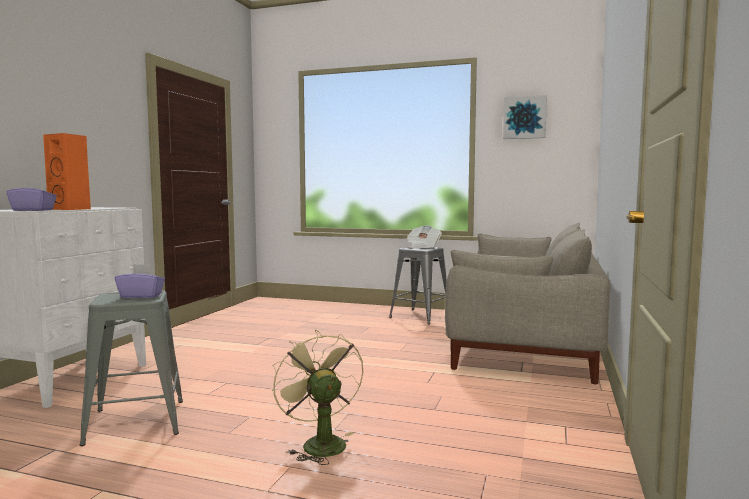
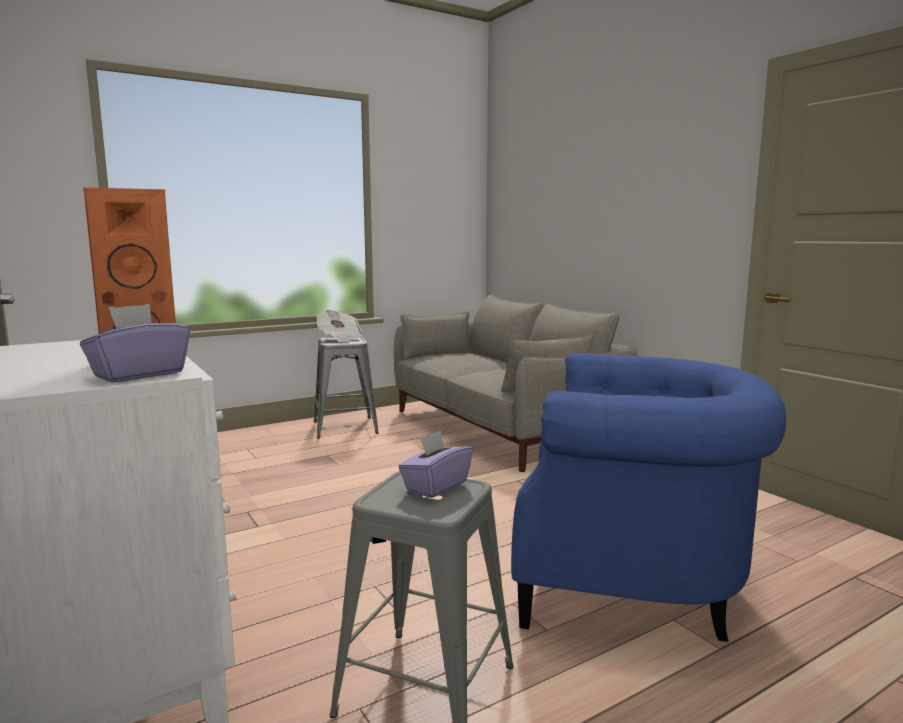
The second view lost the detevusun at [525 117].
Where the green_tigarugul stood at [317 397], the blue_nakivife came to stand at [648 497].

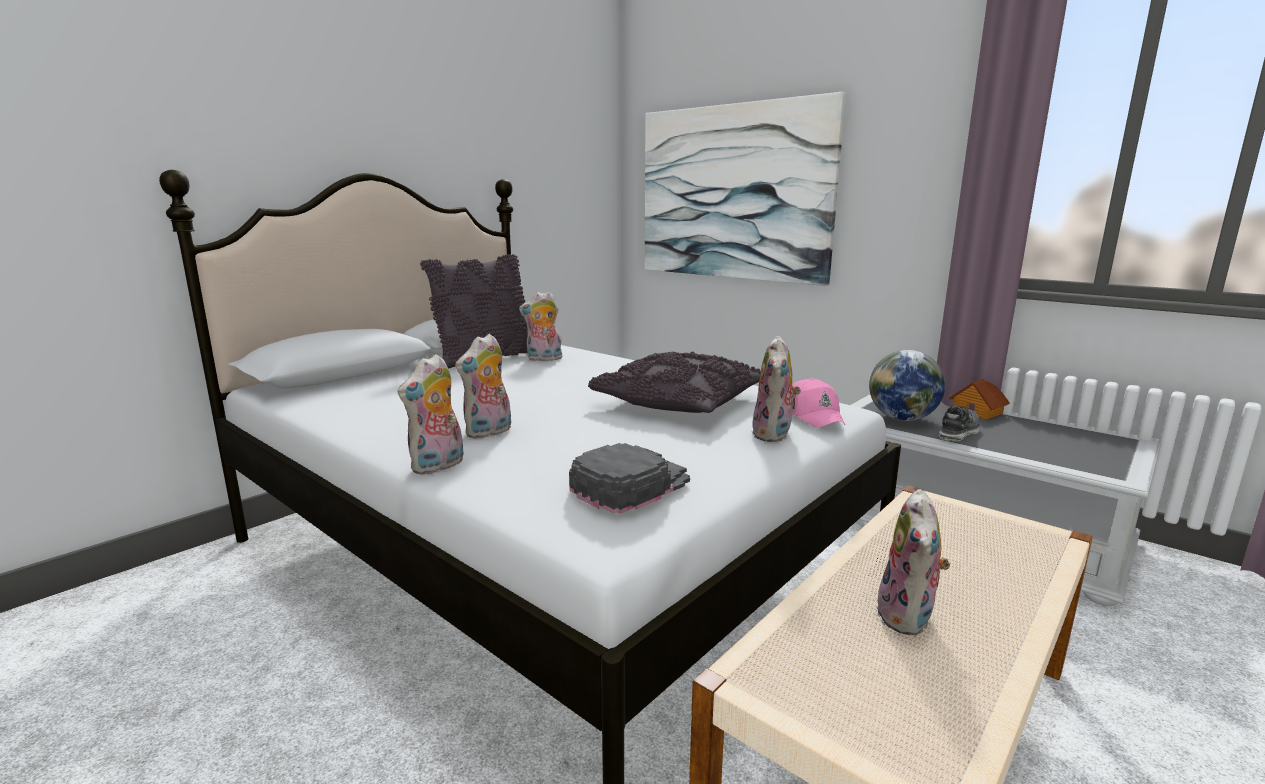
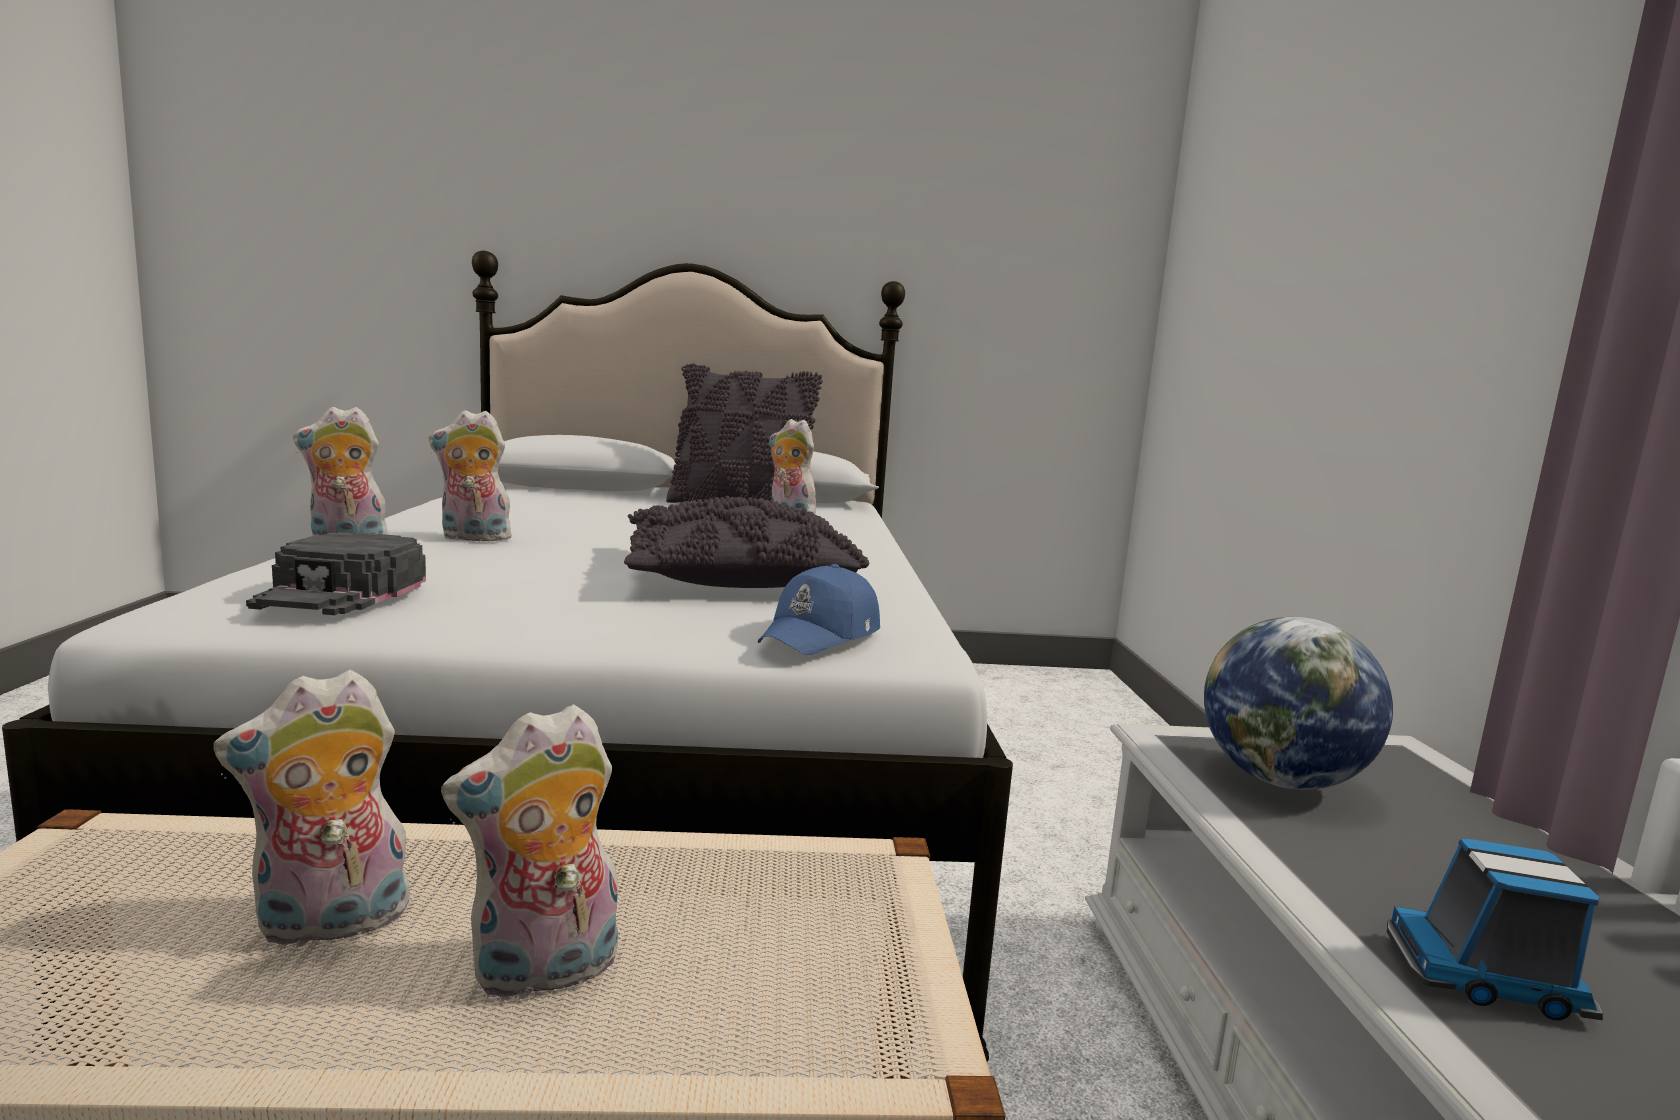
The second view lost the detevusun at [745 189].
The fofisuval ended up elsewhere, having gone from [776 388] to [529 853].
What was the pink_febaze at [818 403] turned into the blue_febaze at [819 609].
The second view lost the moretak at [979 399].
The second view lost the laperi at [959 424].
The black_febaze at [629 478] ended up facing another way, 90 degrees clockwise from before.
The second view gained the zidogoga at [1495 929].

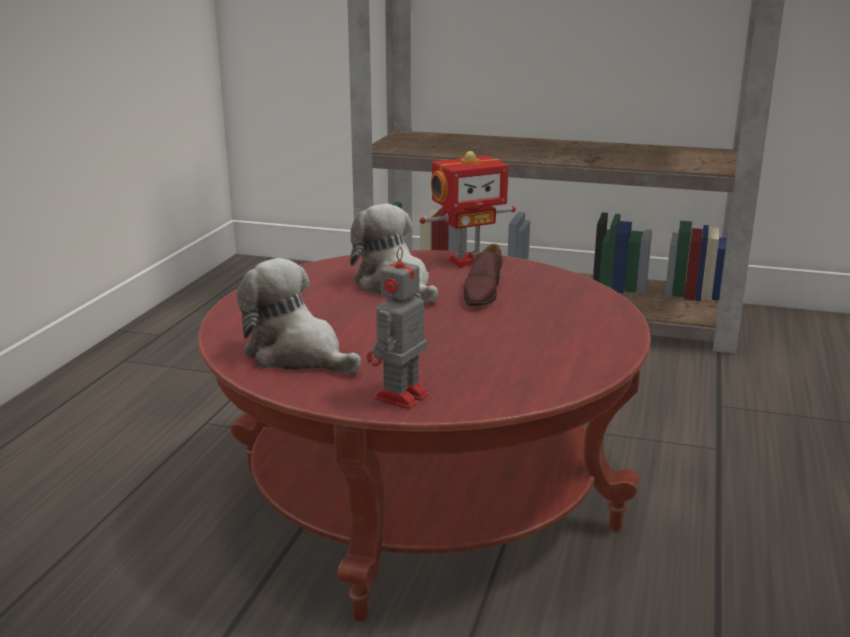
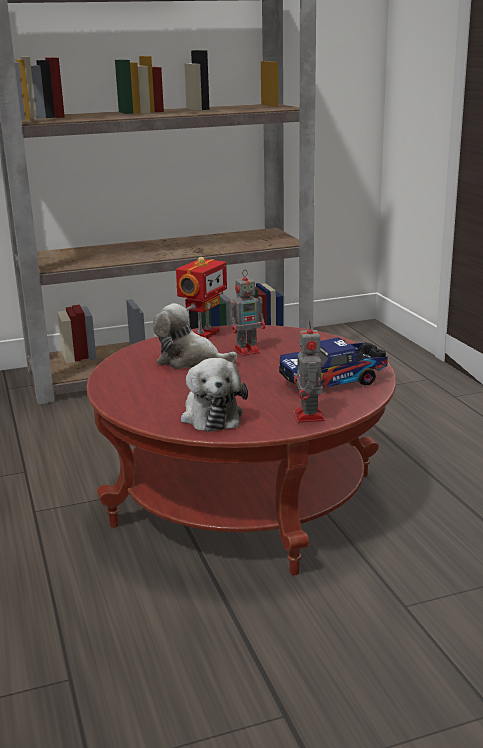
Where the brown_laperi stood at [483 275], the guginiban came to stand at [247 313].
The fofisuval at [298 316] ended up facing another way, 105 degrees counterclockwise from before.
The second view gained the zidogoga at [333 362].

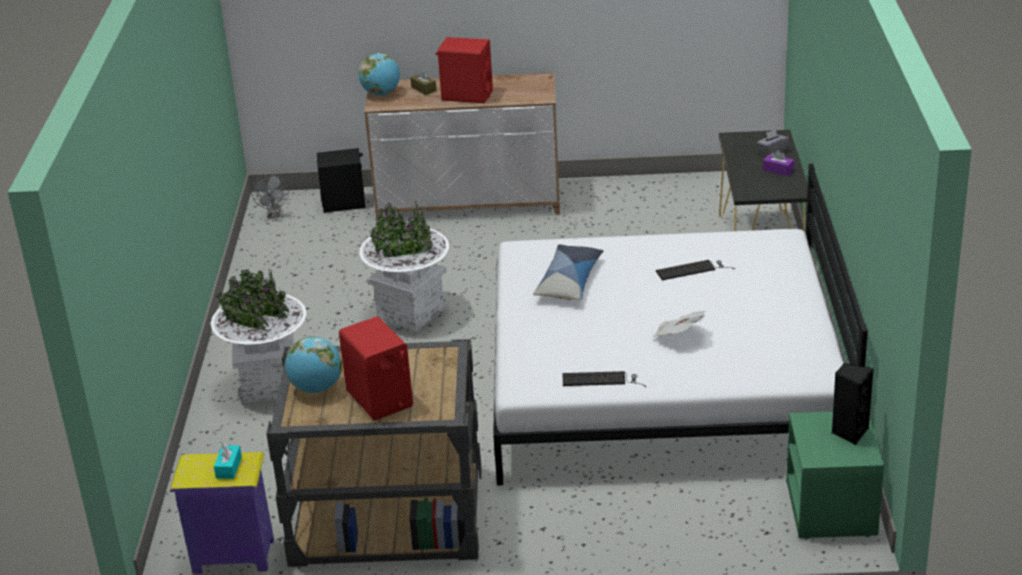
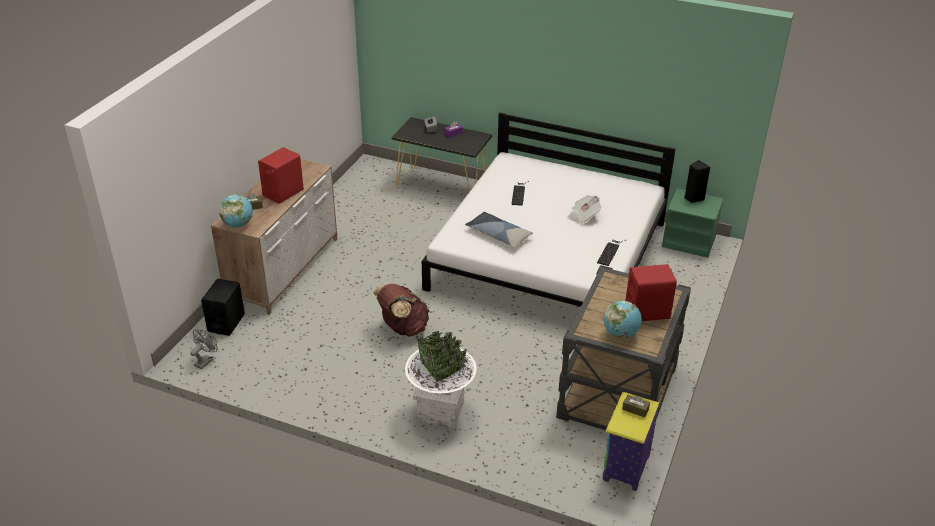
The grey_tigarugul at [270 196] ended up facing another way, 75 degrees counterclockwise from before.
Where the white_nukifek stood at [404 266], the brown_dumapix came to stand at [401 309].
What was the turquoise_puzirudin at [228 461] turned into the brown_puzirudin at [636 406].

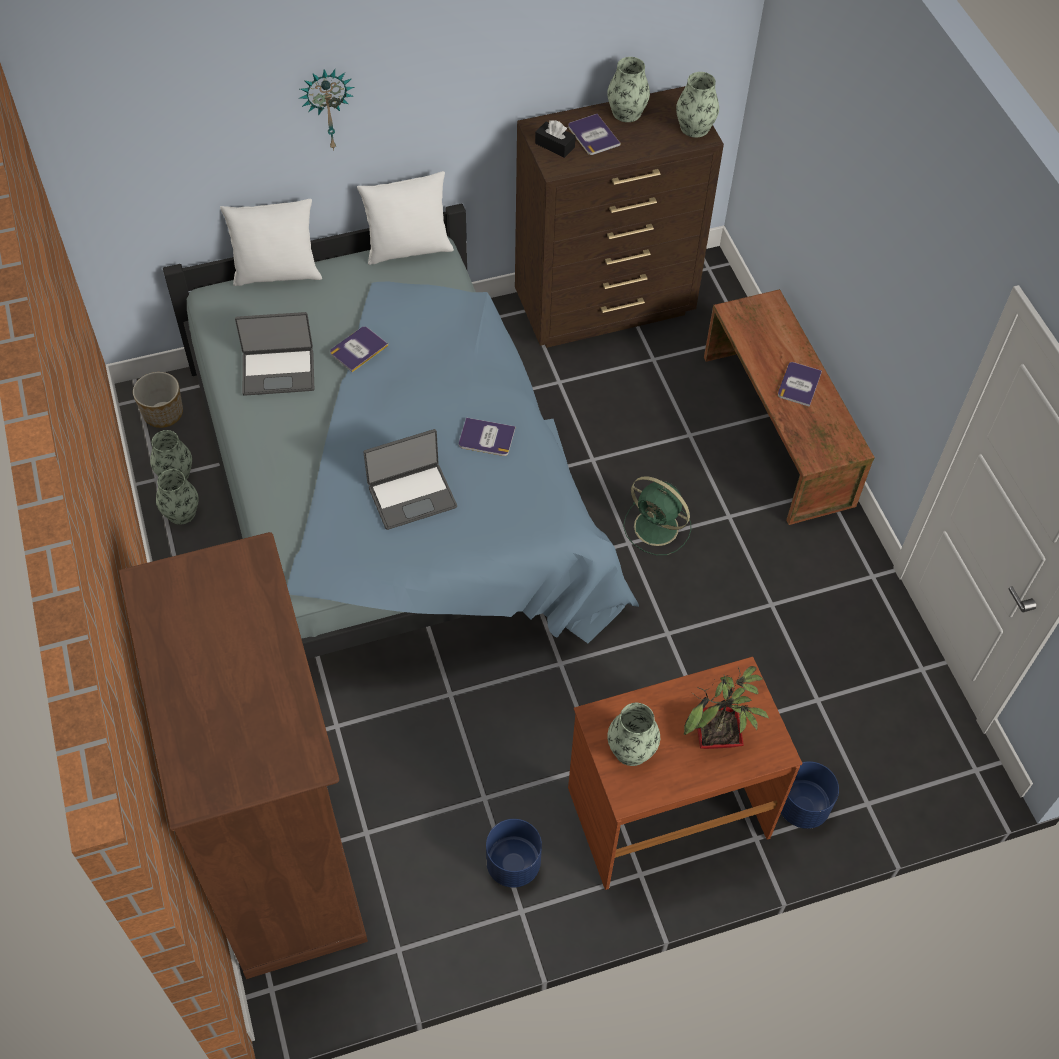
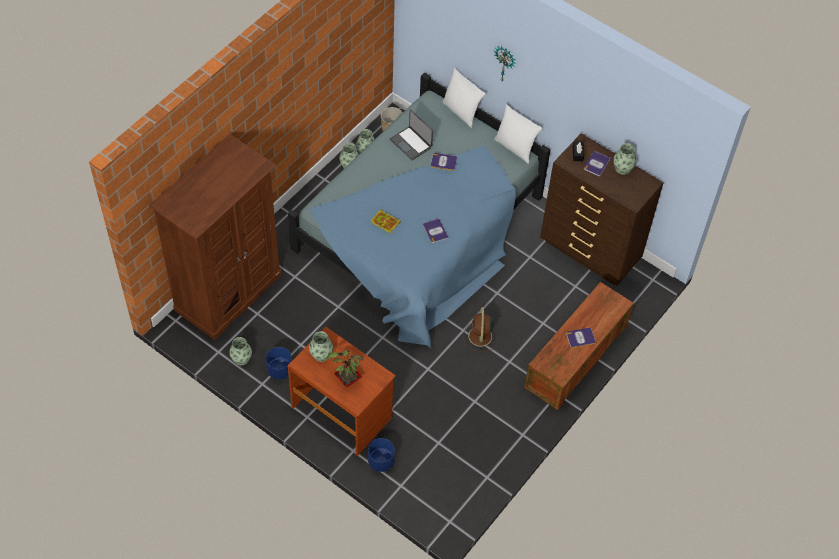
The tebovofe ended up elsewhere, having gone from [697 105] to [240 351].
Where the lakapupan stood at [410 479], the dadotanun came to stand at [386 221].
What was the green_tigarugul at [657 515] turned into the brown_tigarugul at [480 329].

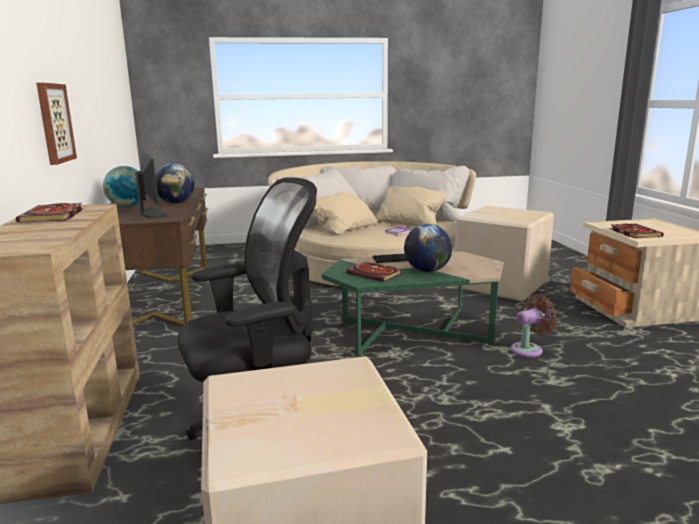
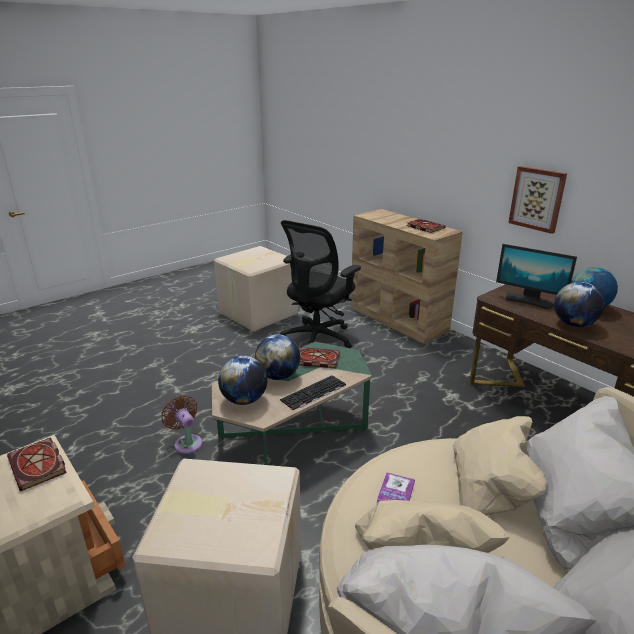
The brown_tigarugul at [534 325] ended up facing another way, 105 degrees clockwise from before.
The second view gained the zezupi at [243 380].

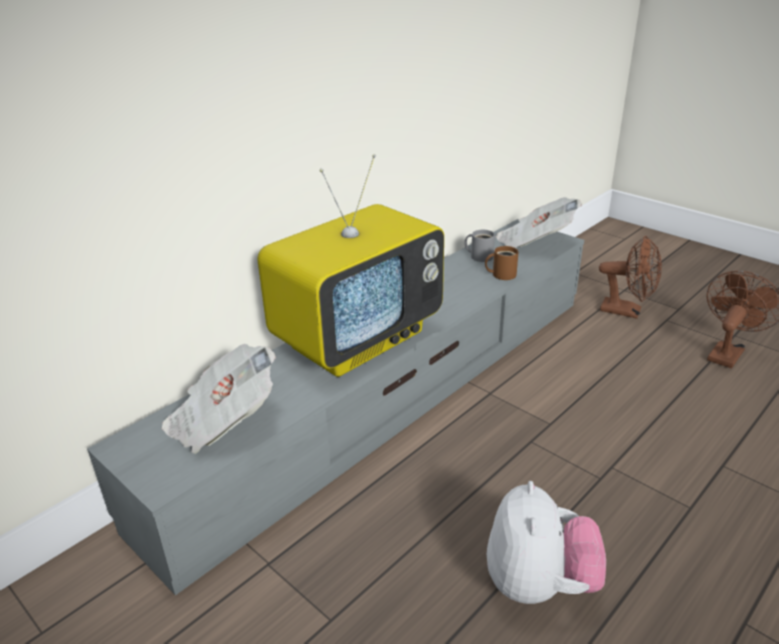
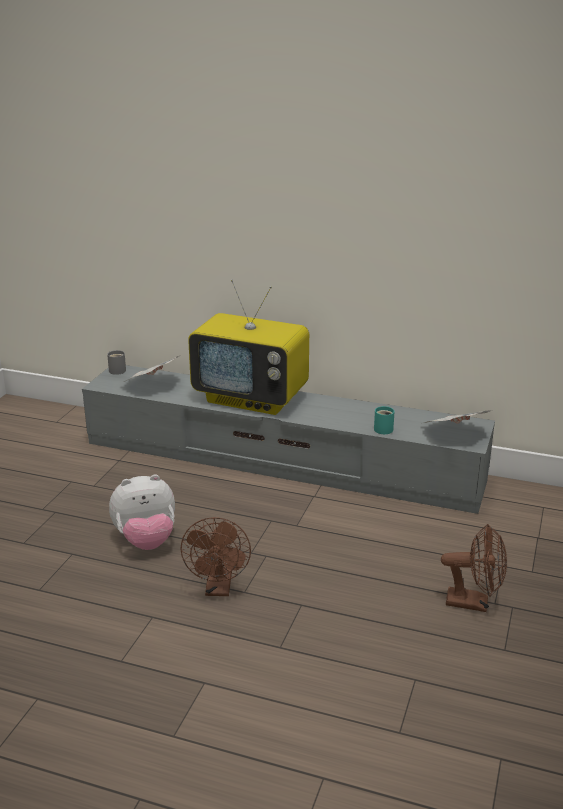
The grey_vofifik ended up elsewhere, having gone from [479 246] to [116 362].
The brown_tigarugul ended up elsewhere, having gone from [630 277] to [216 556].
What was the brown_vofifik at [501 263] turned into the turquoise_vofifik at [384 420].

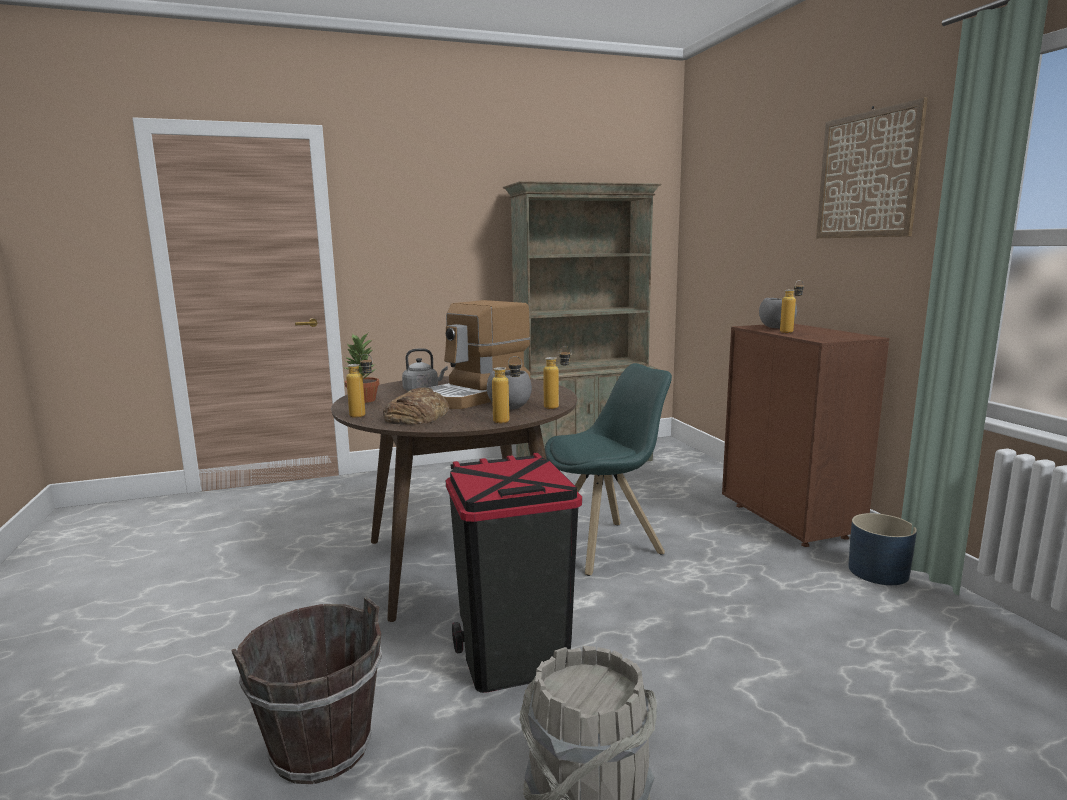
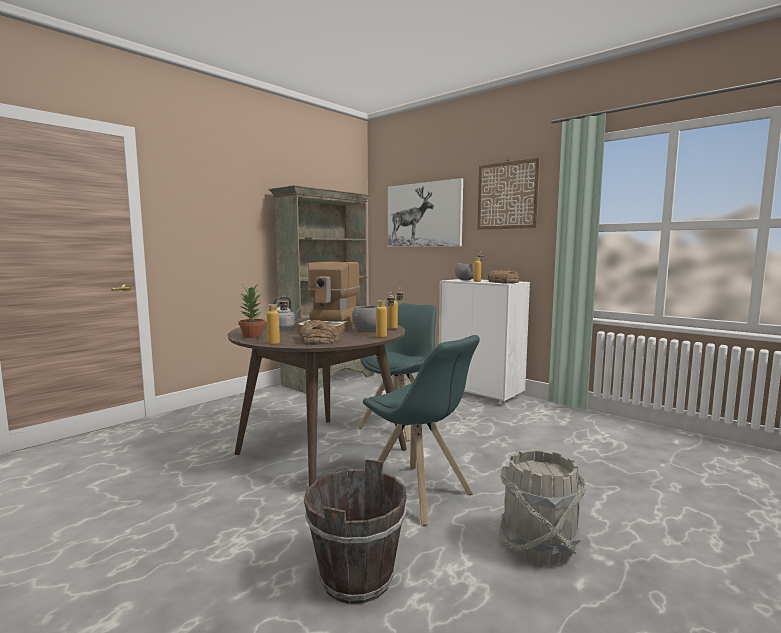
What was the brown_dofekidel at [805 435] turned into the white_dofekidel at [484 341].
Where the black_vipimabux stood at [514 573], the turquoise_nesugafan came to stand at [421 430].
The second view lost the blue_nukifek at [882 549].
The second view gained the detevusun at [425 212].
The second view gained the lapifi at [503 276].

